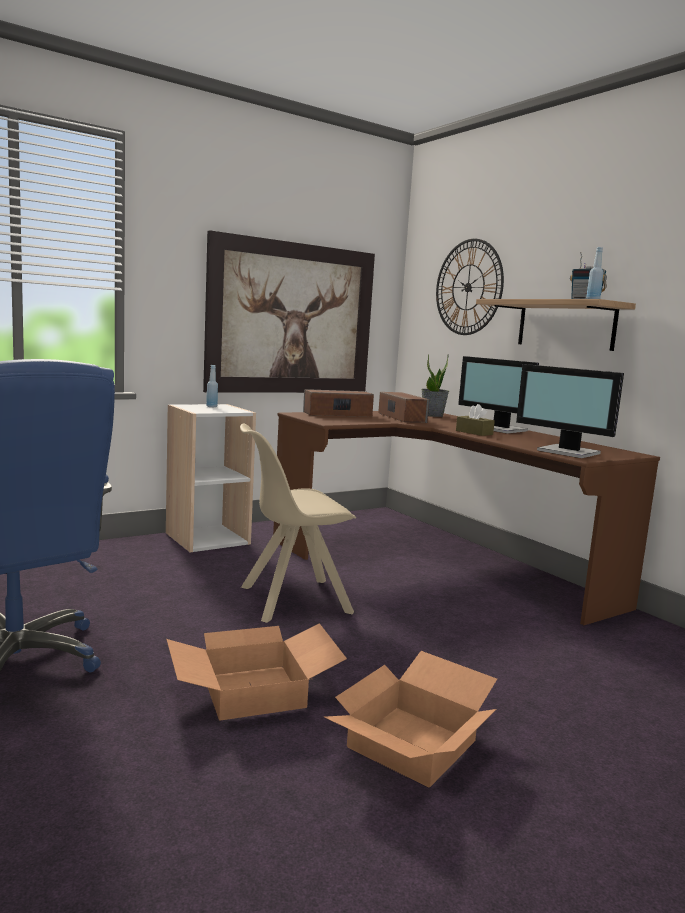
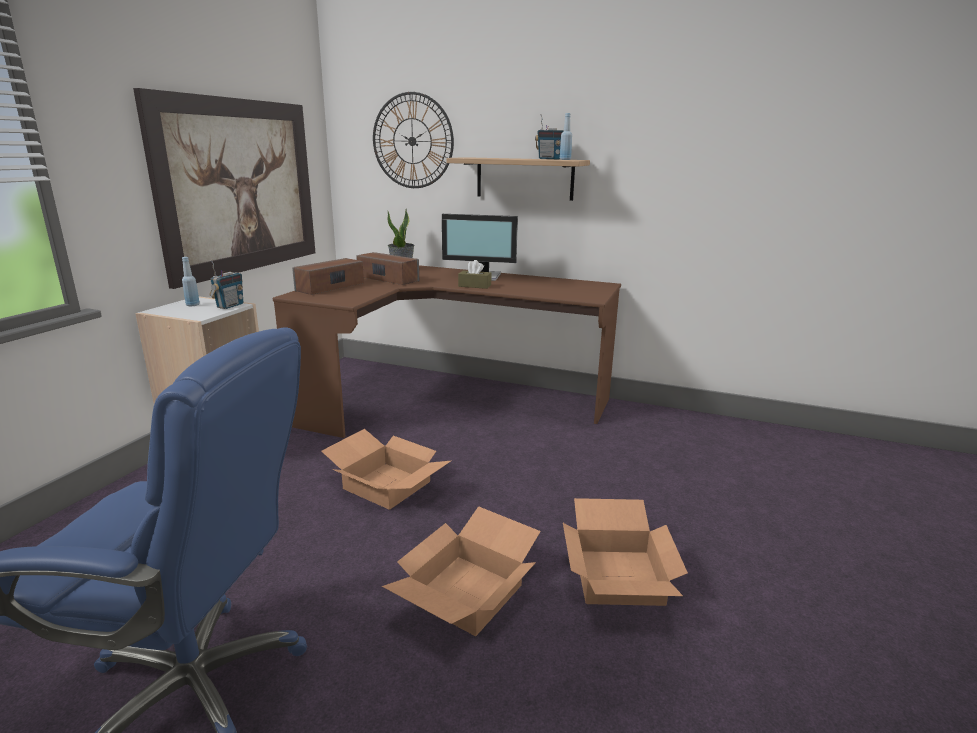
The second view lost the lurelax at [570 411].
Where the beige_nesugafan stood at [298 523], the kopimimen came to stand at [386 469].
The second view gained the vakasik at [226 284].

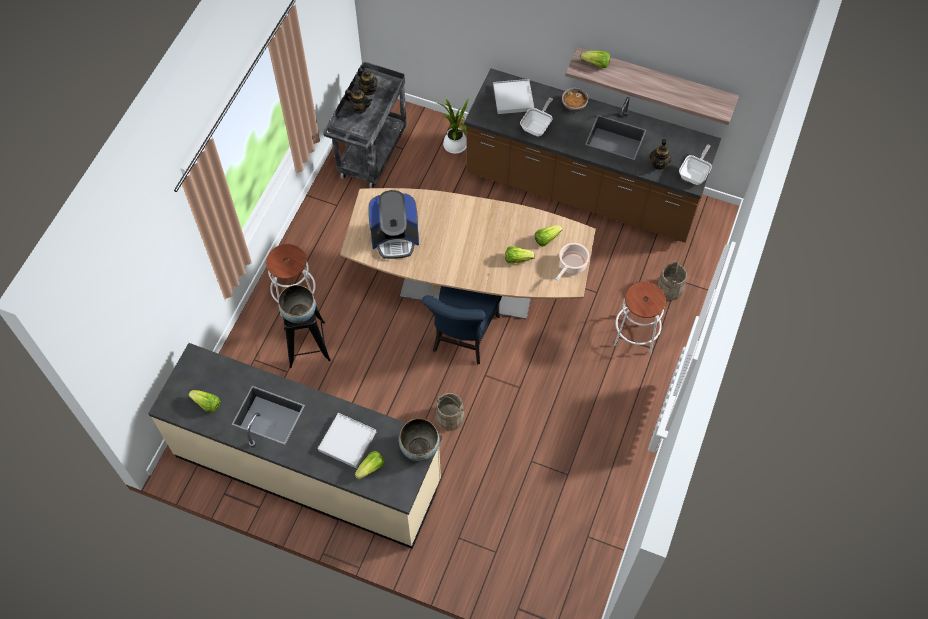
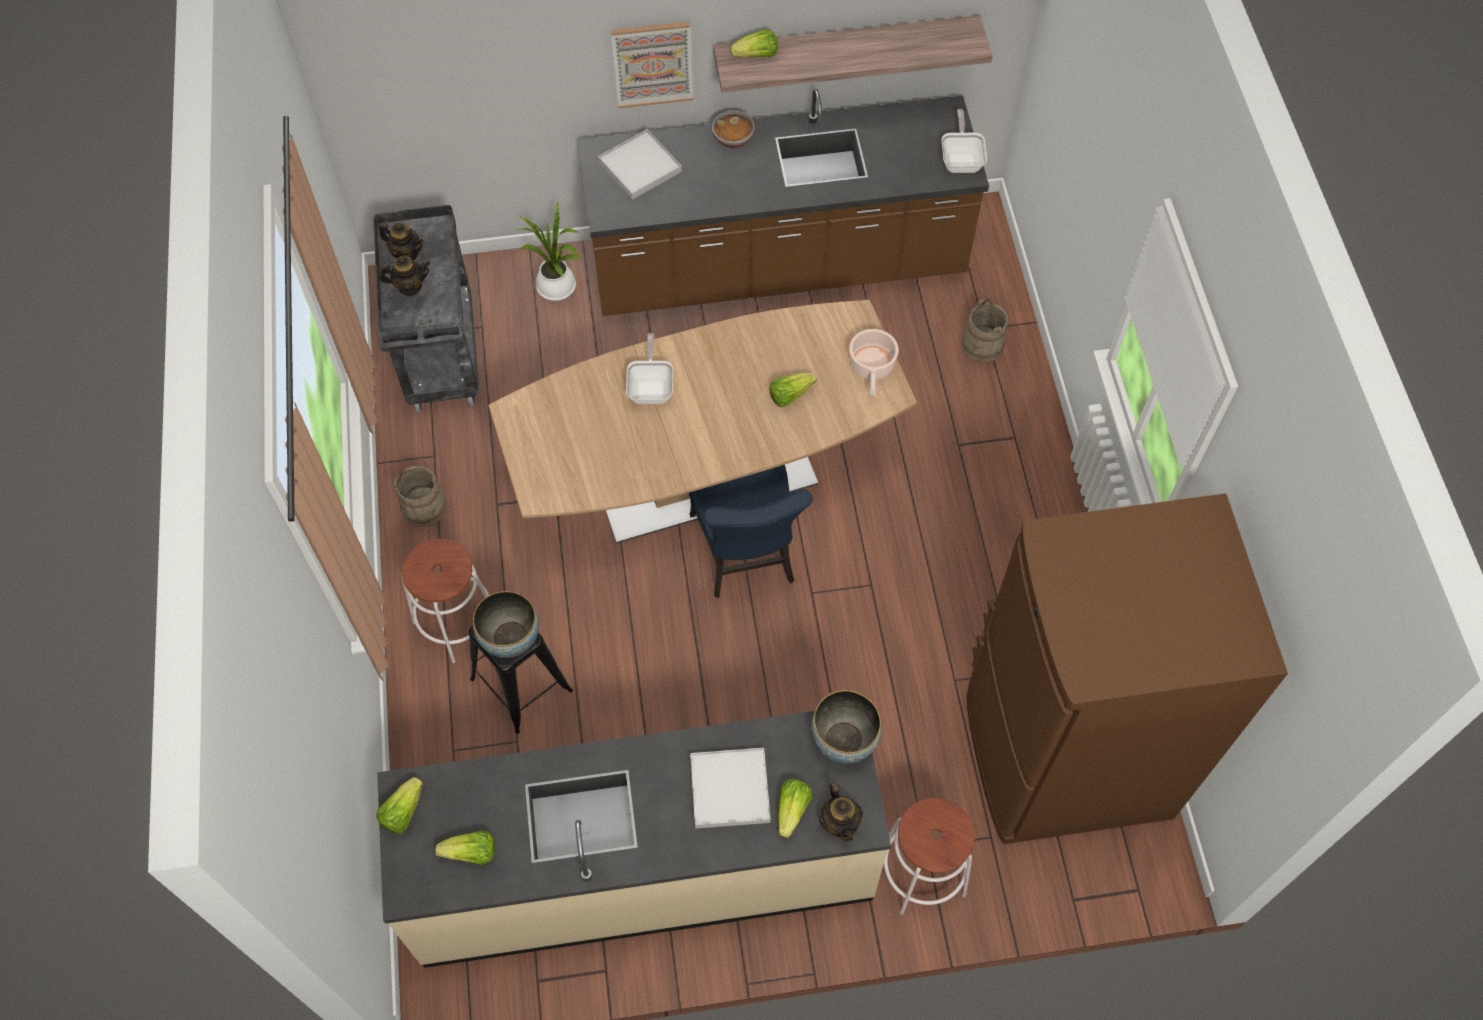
The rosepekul ended up elsewhere, having gone from [536 117] to [649 368].
The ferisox ended up elsewhere, having gone from [661 154] to [841 811].
The second view lost the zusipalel at [393 224].
The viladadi ended up elsewhere, having gone from [549 236] to [399 805].
The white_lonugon ended up elsewhere, having gone from [640 318] to [929 856].
The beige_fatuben ended up elsewhere, having gone from [450 412] to [418 496].
The second view gained the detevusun at [652 64].
The second view gained the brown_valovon at [1127 668].

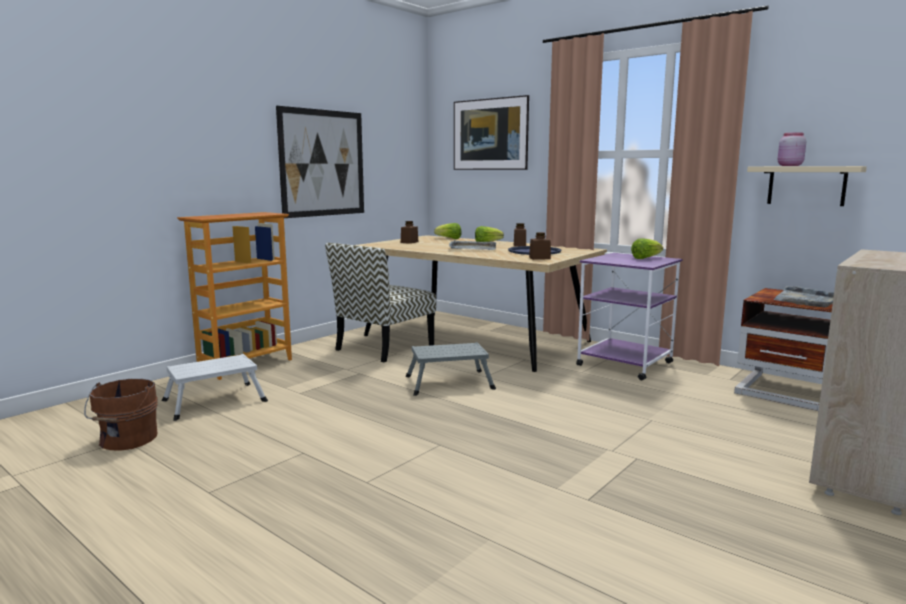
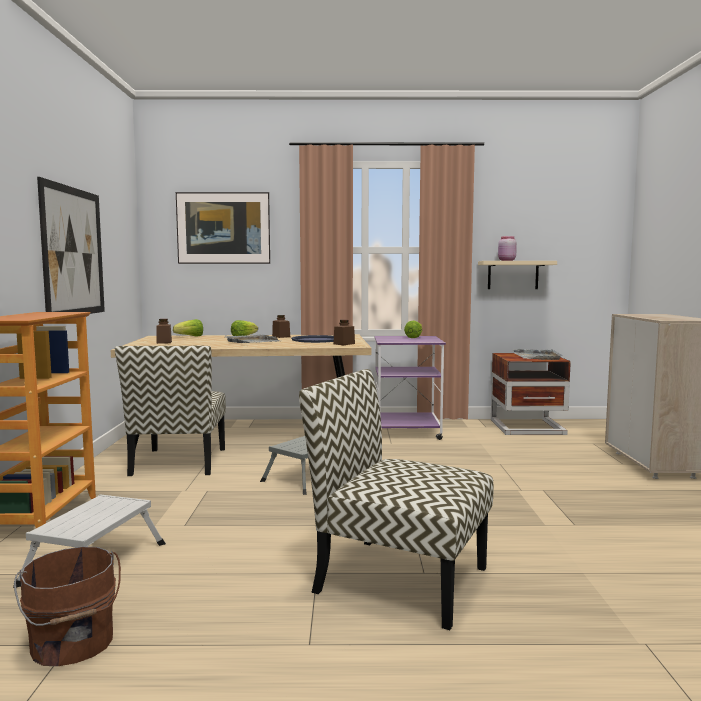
The second view gained the nesugafan at [396 499].

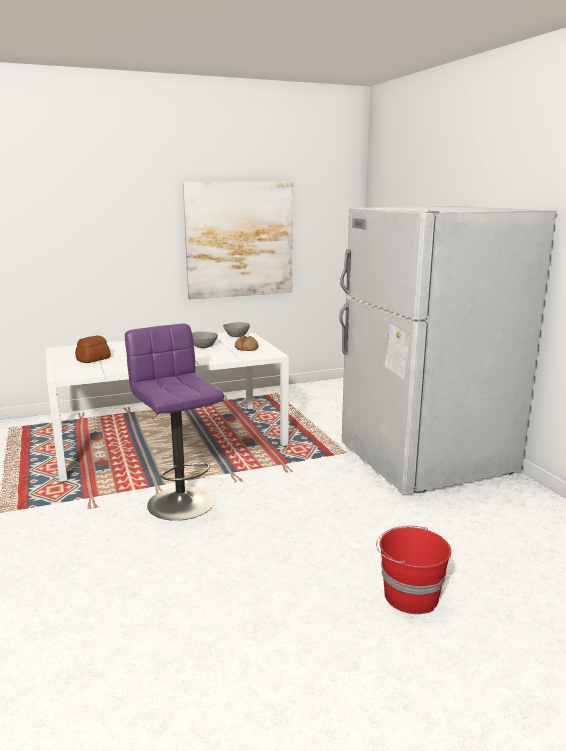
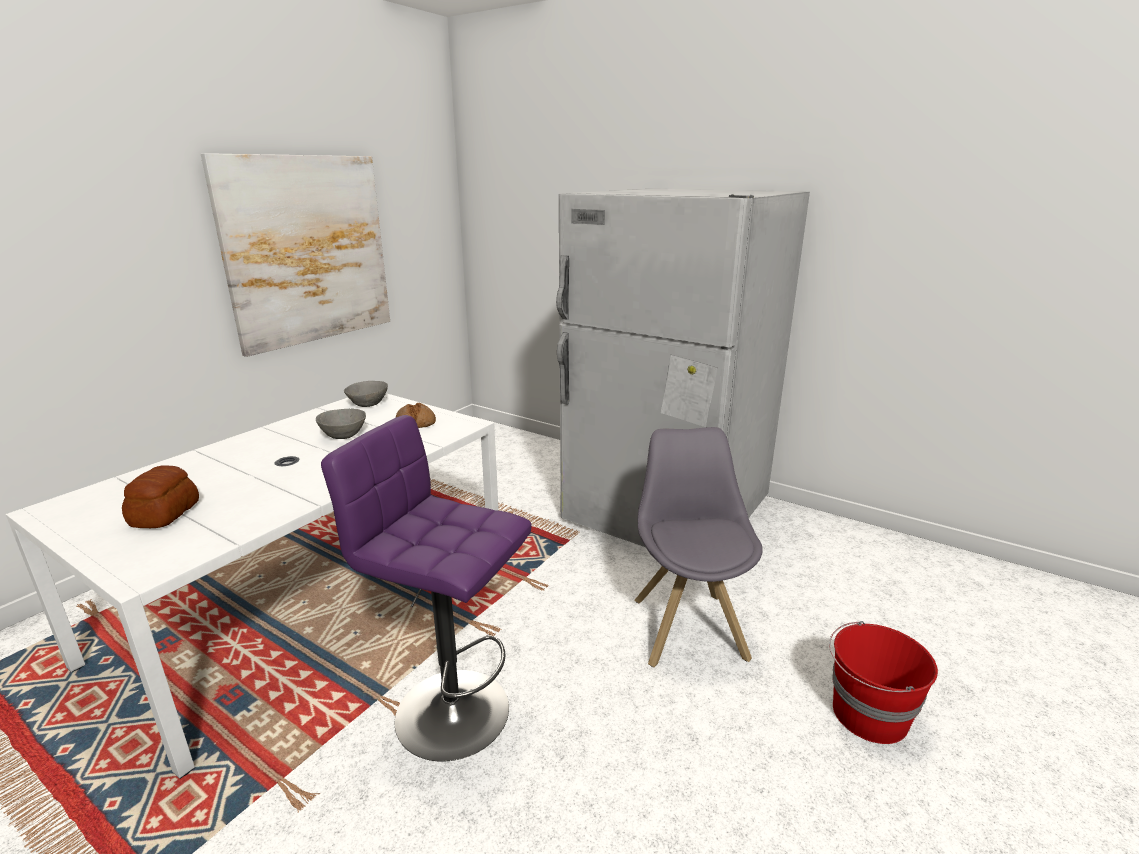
The second view gained the grey_nesugafan at [698 547].

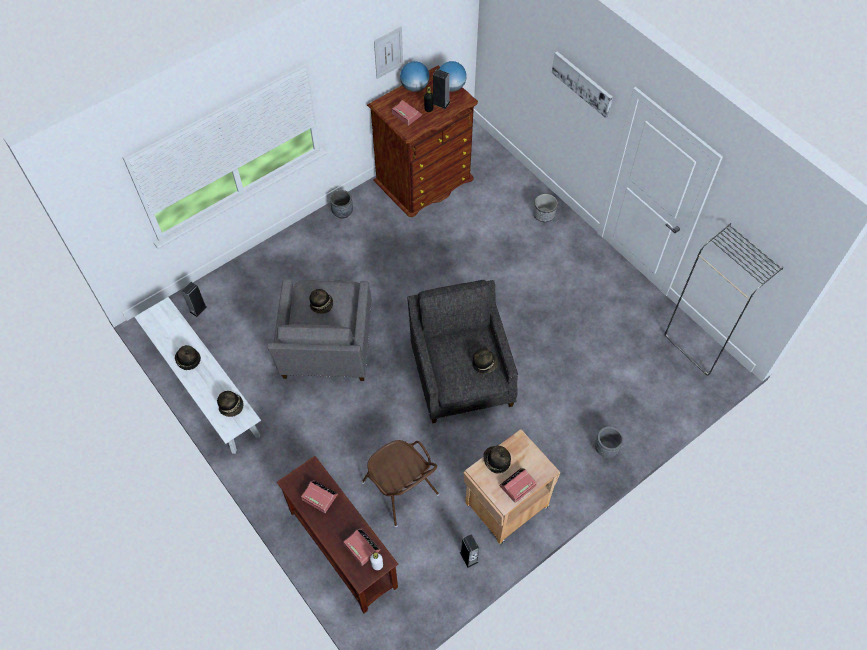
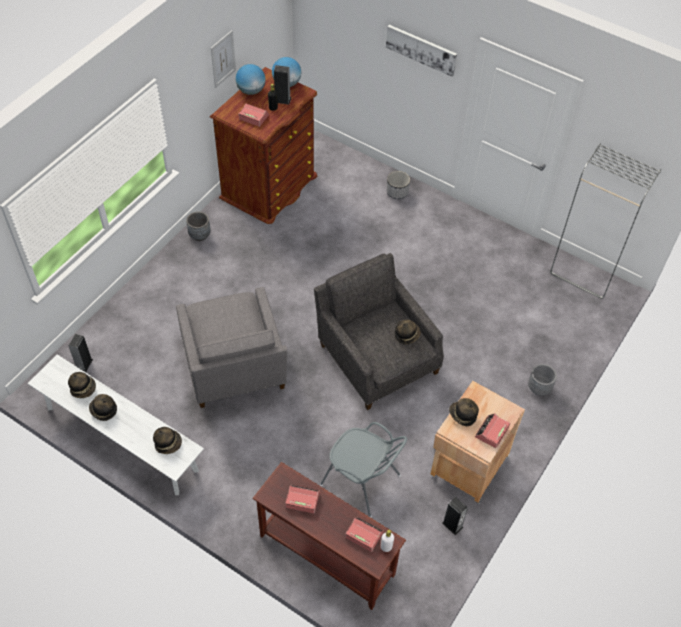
The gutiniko ended up elsewhere, having gone from [321 301] to [82 385].
What was the brown_nesugafan at [401 483] turned into the grey_nesugafan at [363 470].

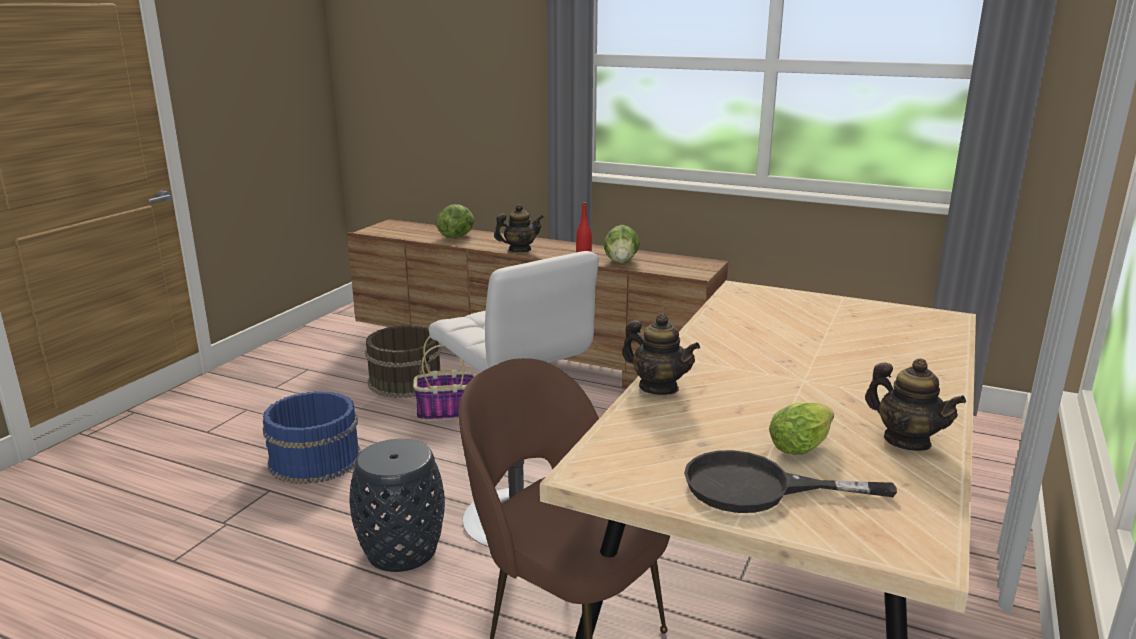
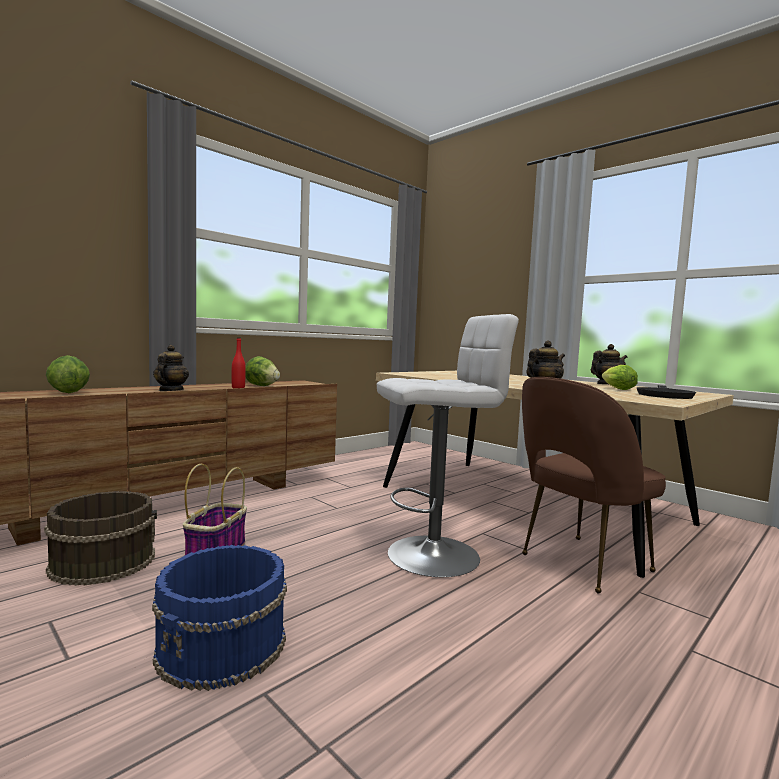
The second view lost the black_lonugon at [397 505].

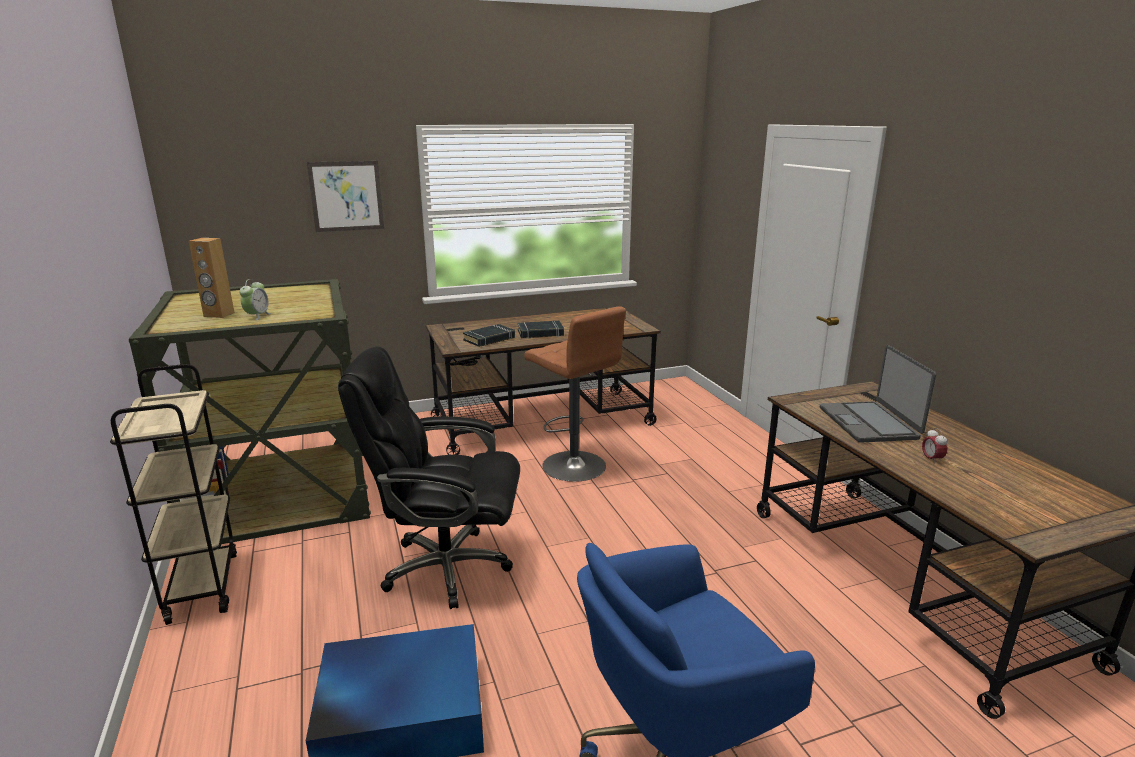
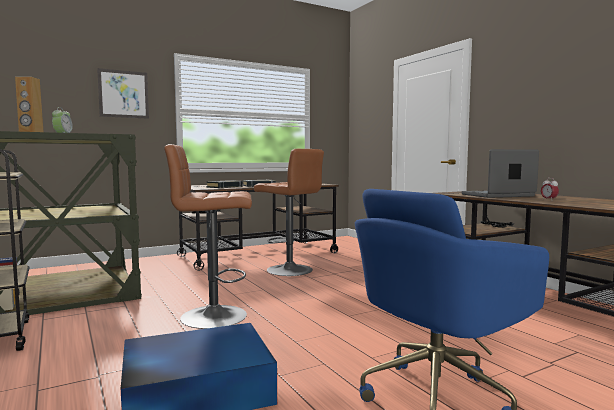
The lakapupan at [878 394] ended up facing another way, 90 degrees clockwise from before.
Where the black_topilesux stood at [429 477], the brown_lonugon came to stand at [208 236].

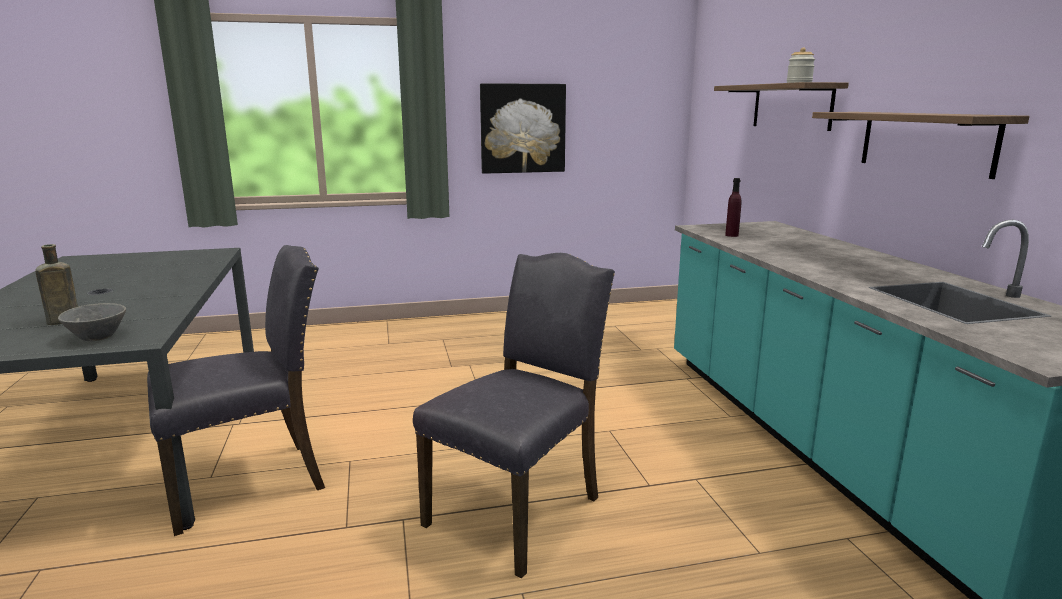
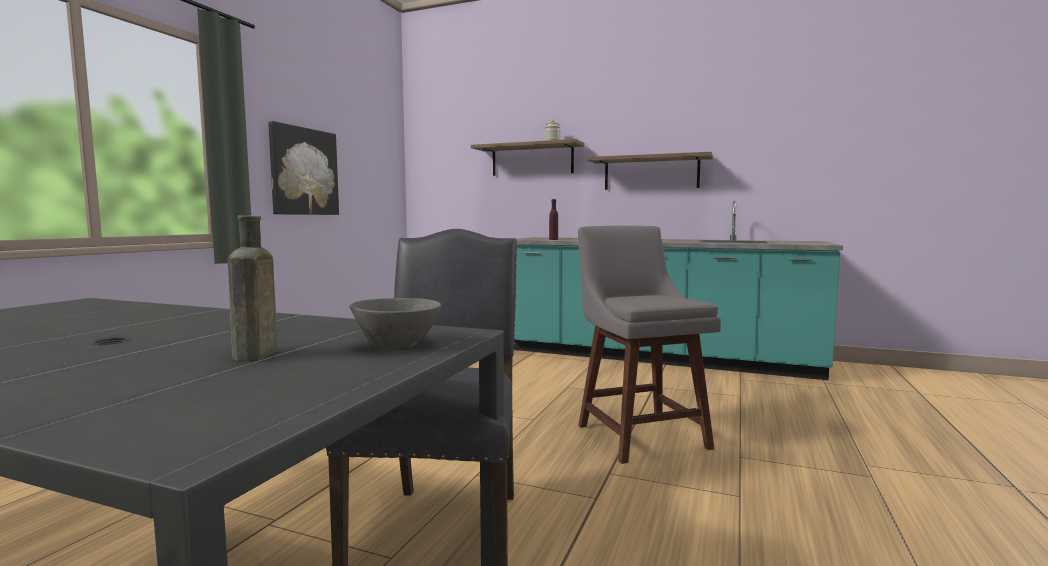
Where the grey_nesugafan stood at [514 415], the grey_lonugon came to stand at [649 345].

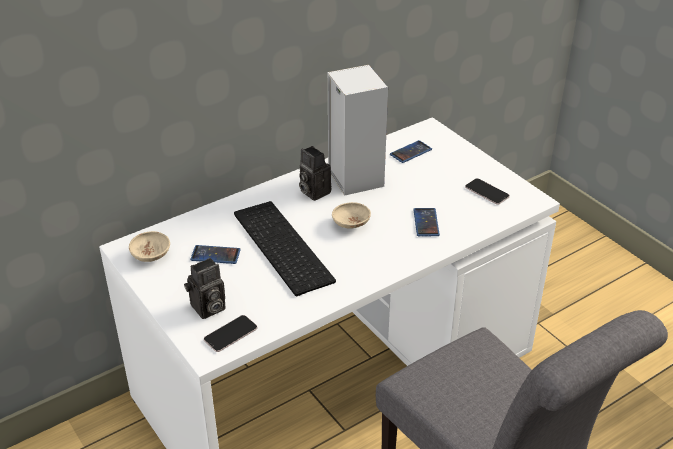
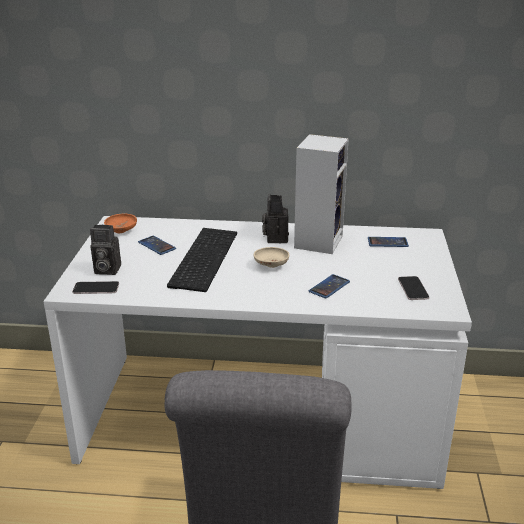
What was the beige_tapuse at [149 246] turned into the orange_tapuse at [120 223].

